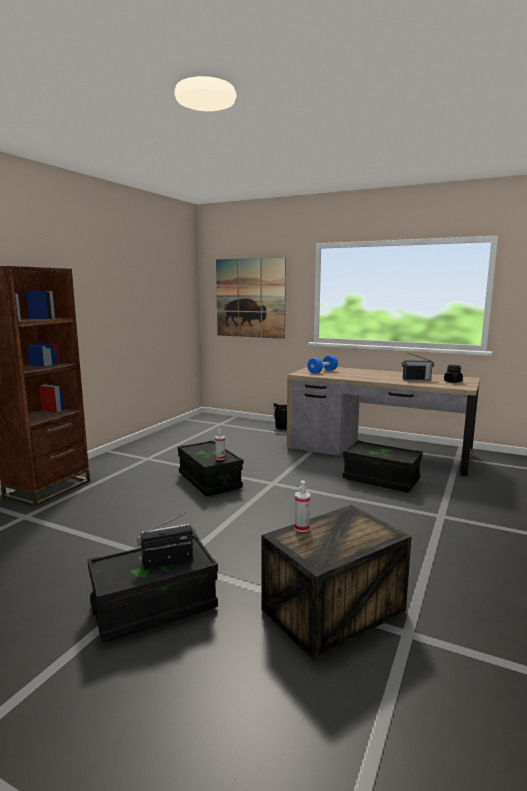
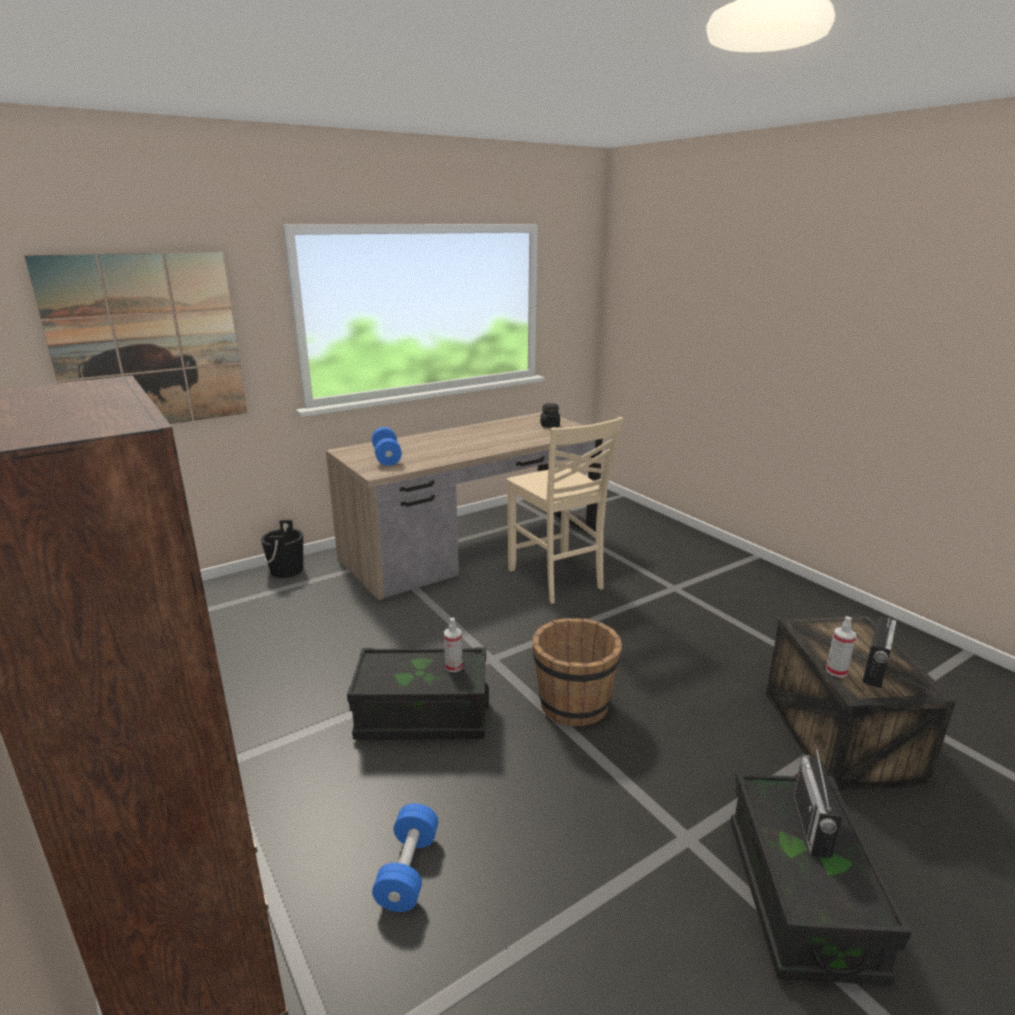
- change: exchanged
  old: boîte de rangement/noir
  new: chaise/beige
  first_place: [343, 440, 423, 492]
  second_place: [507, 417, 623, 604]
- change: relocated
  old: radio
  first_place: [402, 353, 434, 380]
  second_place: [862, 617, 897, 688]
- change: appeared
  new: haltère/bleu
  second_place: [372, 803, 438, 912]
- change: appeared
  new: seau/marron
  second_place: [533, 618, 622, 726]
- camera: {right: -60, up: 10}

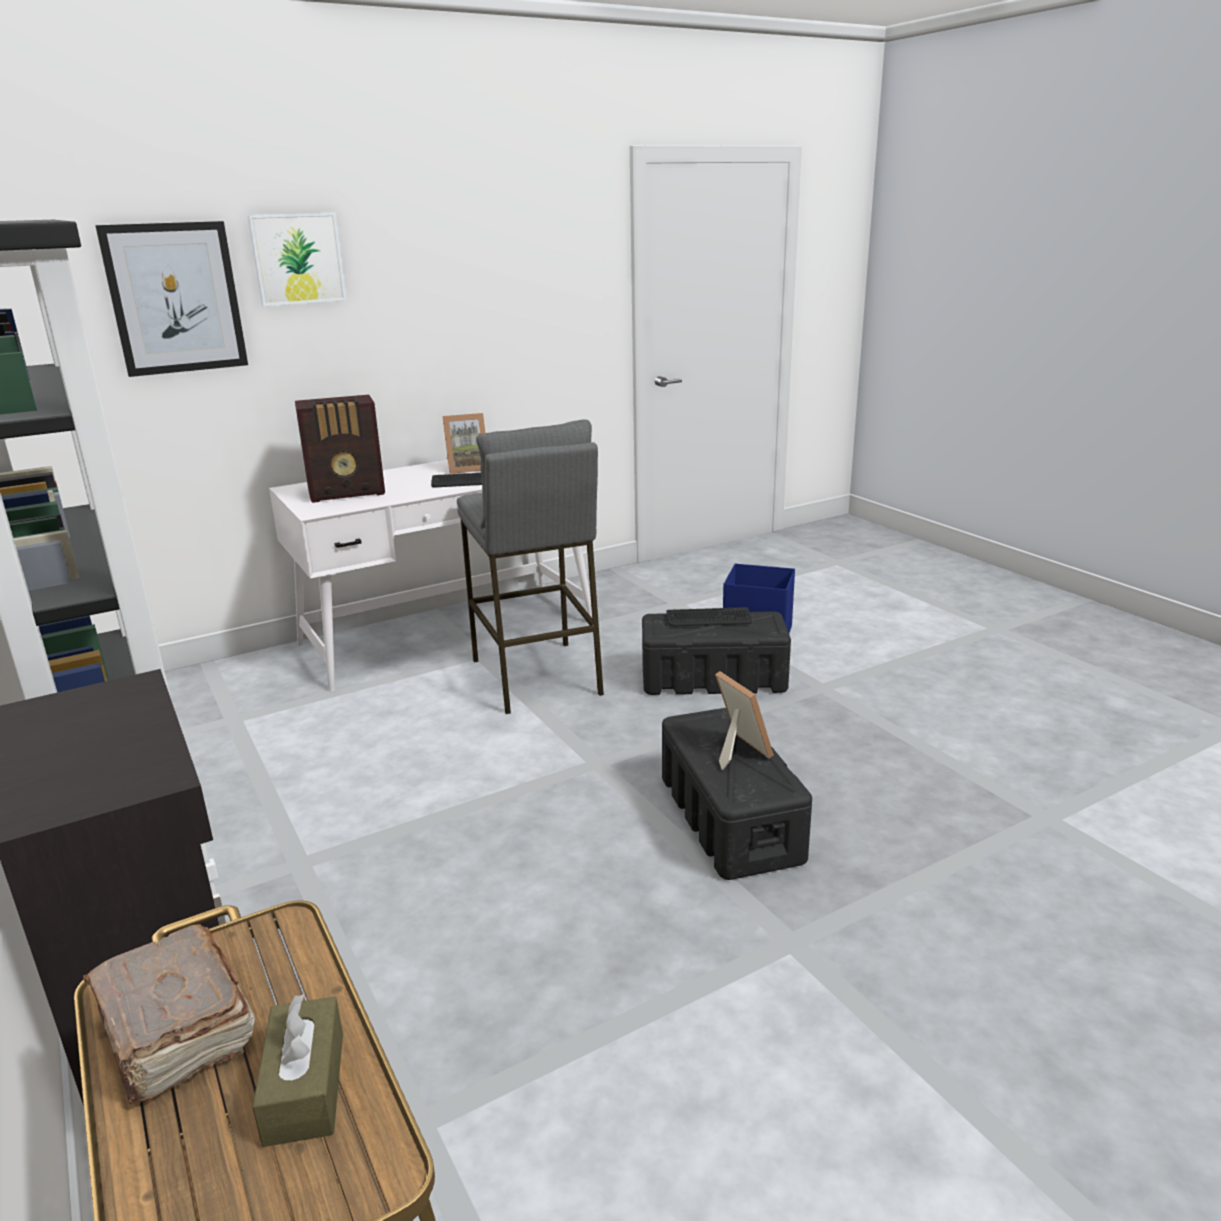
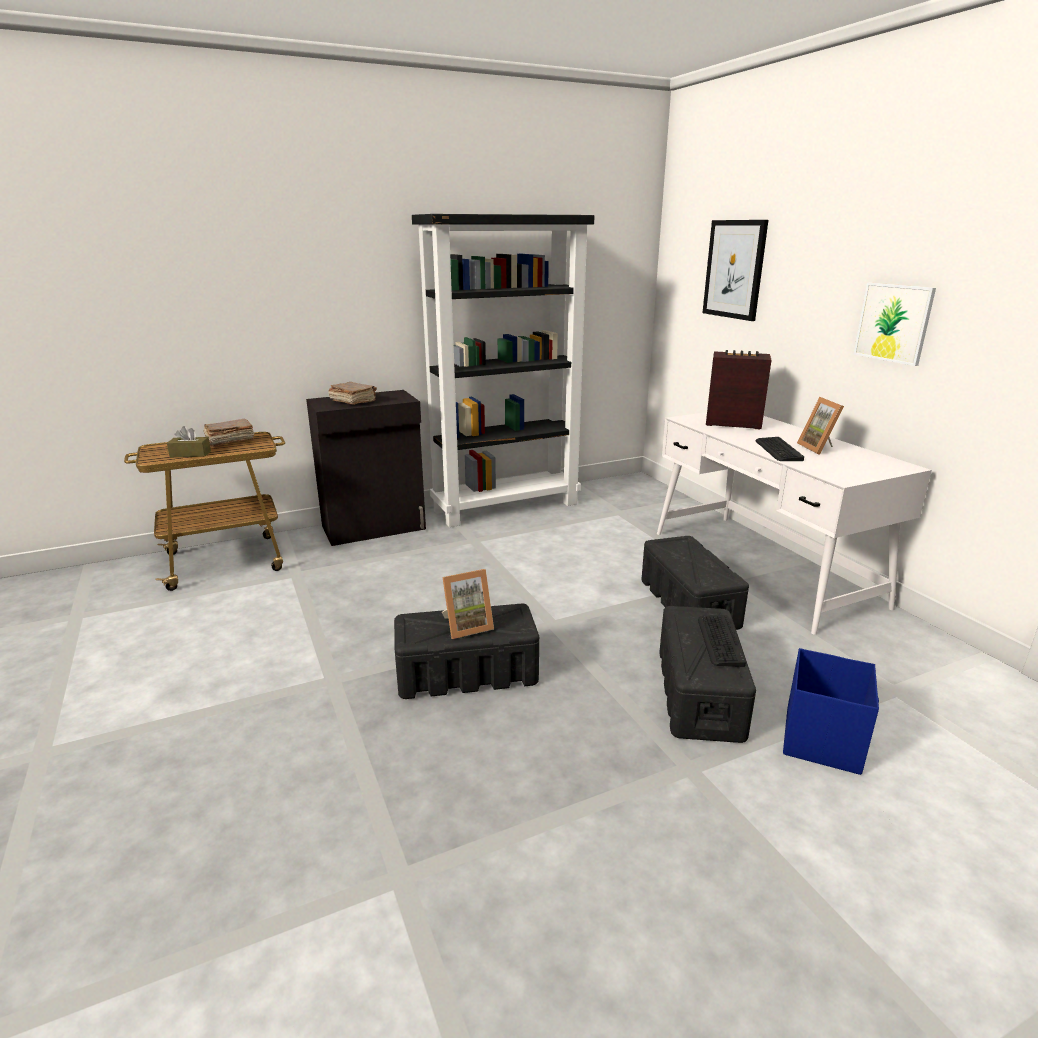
- change: relocated
  old: tableau
  first_place: [248, 213, 347, 306]
  second_place: [854, 283, 936, 366]
- change: spun
  old: radio
  first_place: [295, 395, 385, 503]
  second_place: [706, 350, 772, 429]
  degrees: 120
- change: exchanged
  old: tabouret/gris
  new: boîte de rangement/noir
  first_place: [457, 419, 604, 714]
  second_place: [641, 536, 749, 630]
- change: appeared
  new: livre/marron
  second_place: [328, 382, 377, 405]
- camera: {right: 95, up: 0}

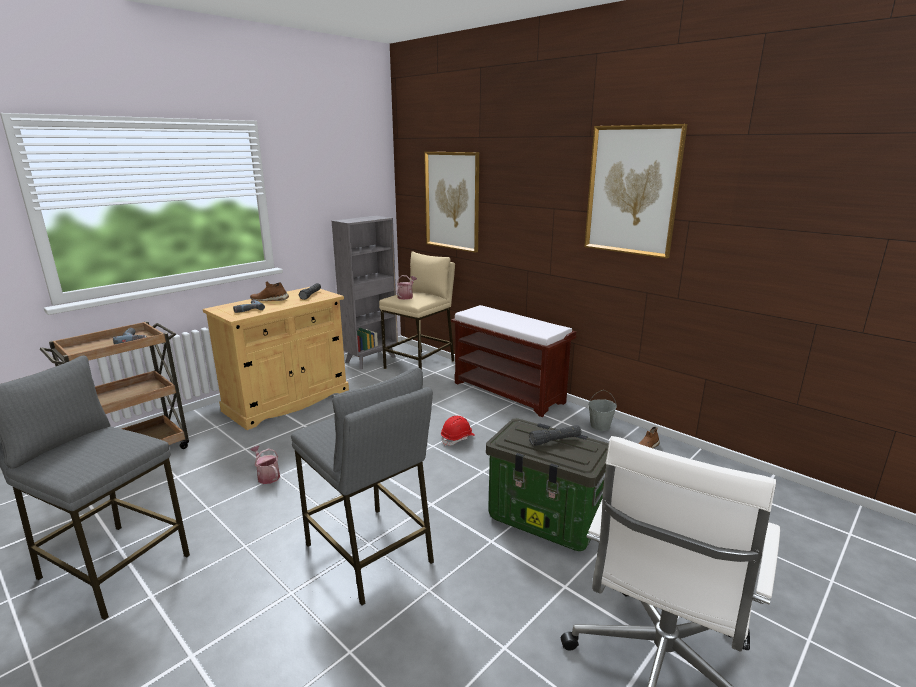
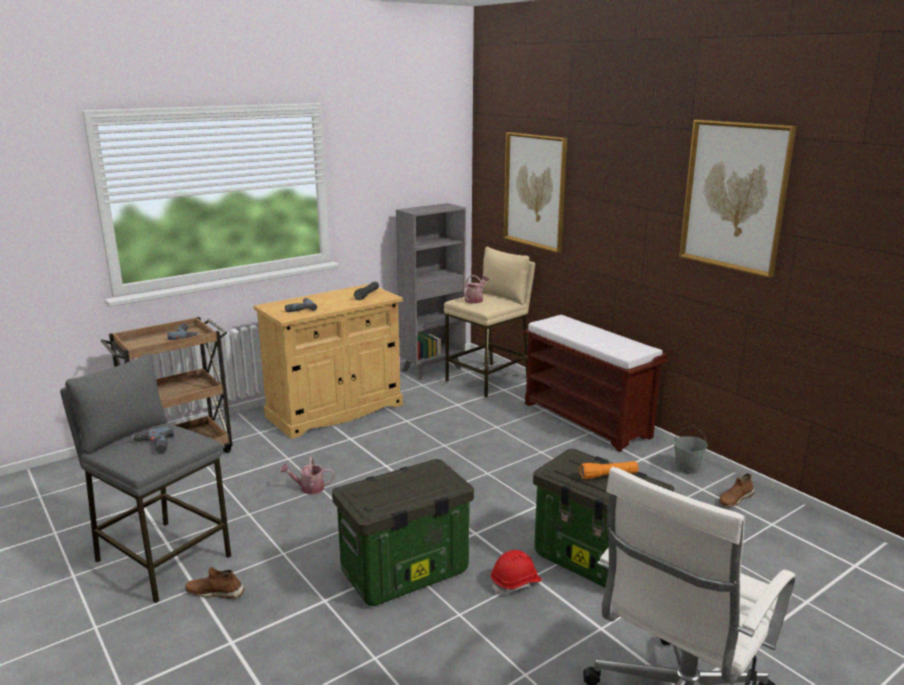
- change: relocated
  old: chaussure/marron
  first_place: [250, 282, 289, 301]
  second_place: [185, 567, 245, 599]
- change: spun
  old: arrosoir
  first_place: [250, 445, 280, 484]
  second_place: [280, 457, 334, 494]
  degrees: -60
- change: exchanged
  old: tabouret/gris
  new: boîte de rangement
  first_place: [291, 368, 434, 605]
  second_place: [332, 459, 474, 606]
- change: relocated
  old: casque de chantier/rouge
  first_place: [441, 416, 475, 446]
  second_place: [491, 550, 542, 595]
- change: colour
  old: lampe de poche/noir
  new: lampe de poche/orange
  first_place: [529, 425, 581, 446]
  second_place: [579, 461, 638, 479]
- change: appeared
  new: perceuse
  second_place: [132, 426, 174, 454]
- camera: {right: 10, up: 0}

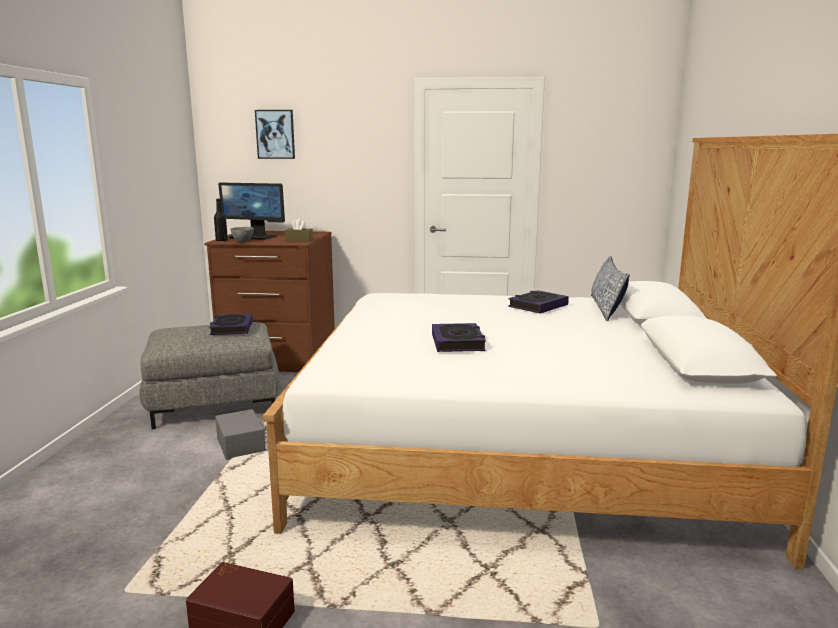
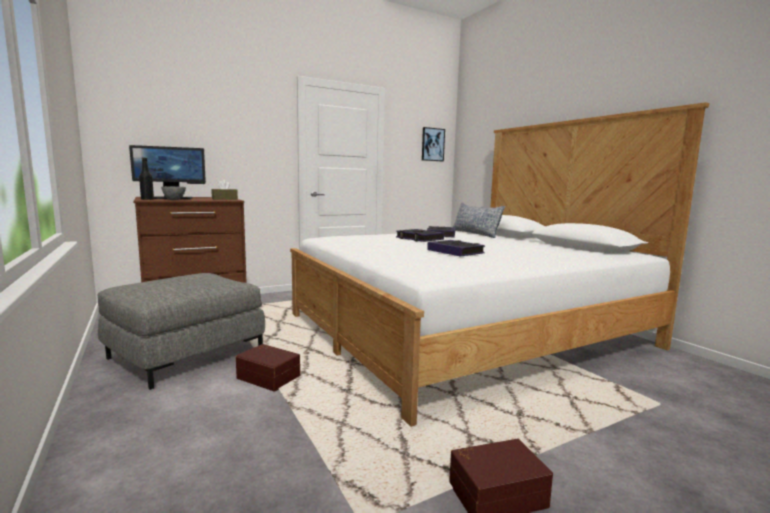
- change: relocated
  old: livre
  first_place: [209, 314, 253, 335]
  second_place: [396, 229, 444, 242]
- change: colour
  old: boîte de rangement/gris
  new: boîte de rangement/marron
  first_place: [215, 409, 266, 460]
  second_place: [236, 344, 300, 391]
- change: relocated
  old: tableau
  first_place: [255, 110, 295, 159]
  second_place: [422, 127, 445, 161]
- camera: {right: -35, up: -5}

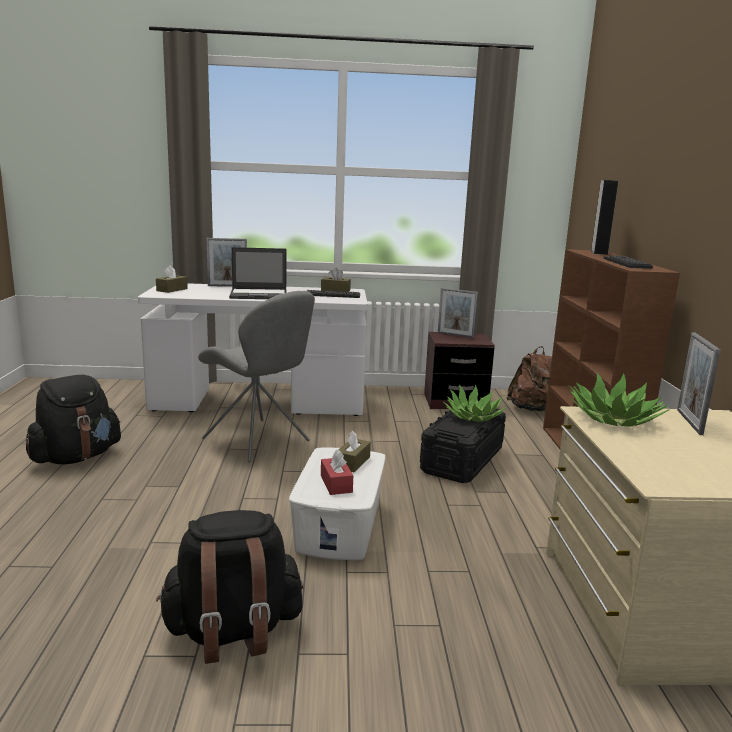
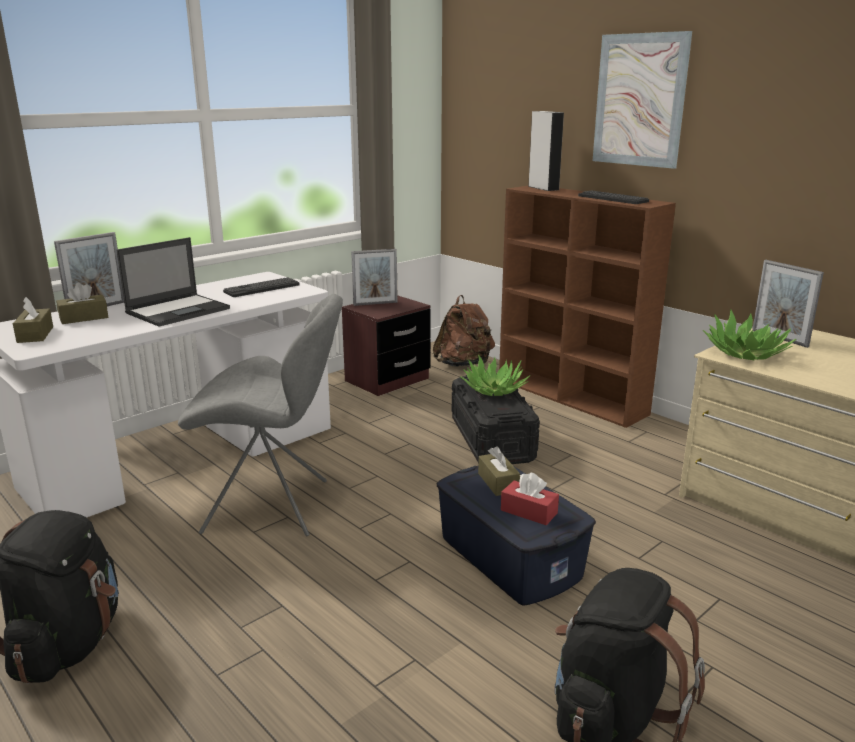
- change: colour
  old: boîte de rangement/blanc
  new: boîte de rangement/bleu
  first_place: [289, 448, 385, 560]
  second_place: [437, 466, 596, 605]
- change: relocated
  old: boîte à mouchoirs/marron
  first_place: [321, 268, 351, 292]
  second_place: [56, 283, 108, 324]
- change: appeared
  new: tableau
  second_place: [593, 31, 692, 169]
- camera: {right: -40, up: 5}

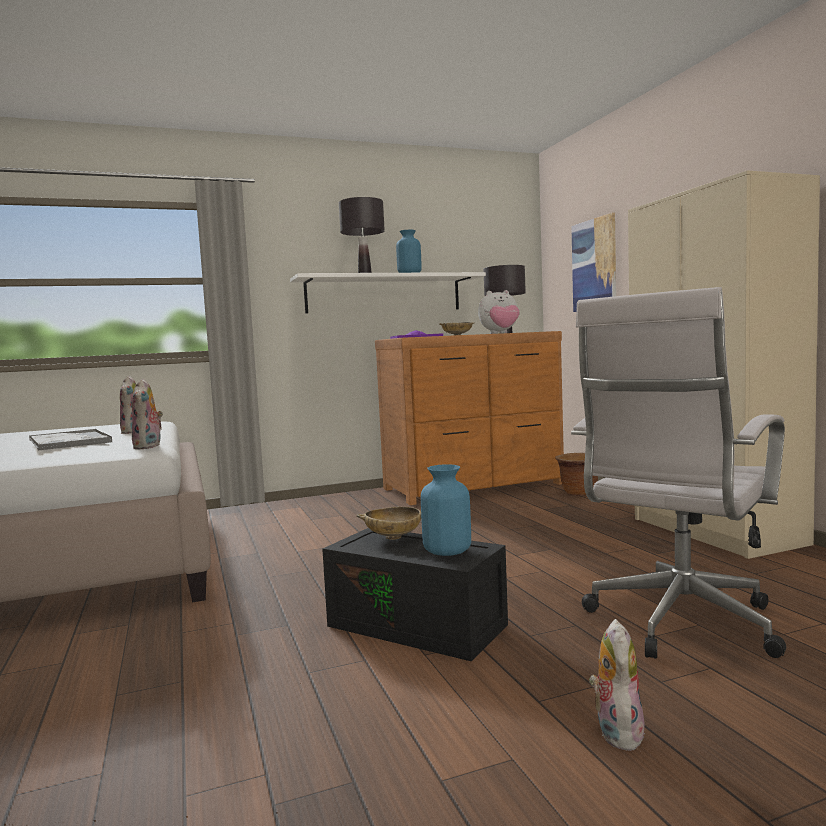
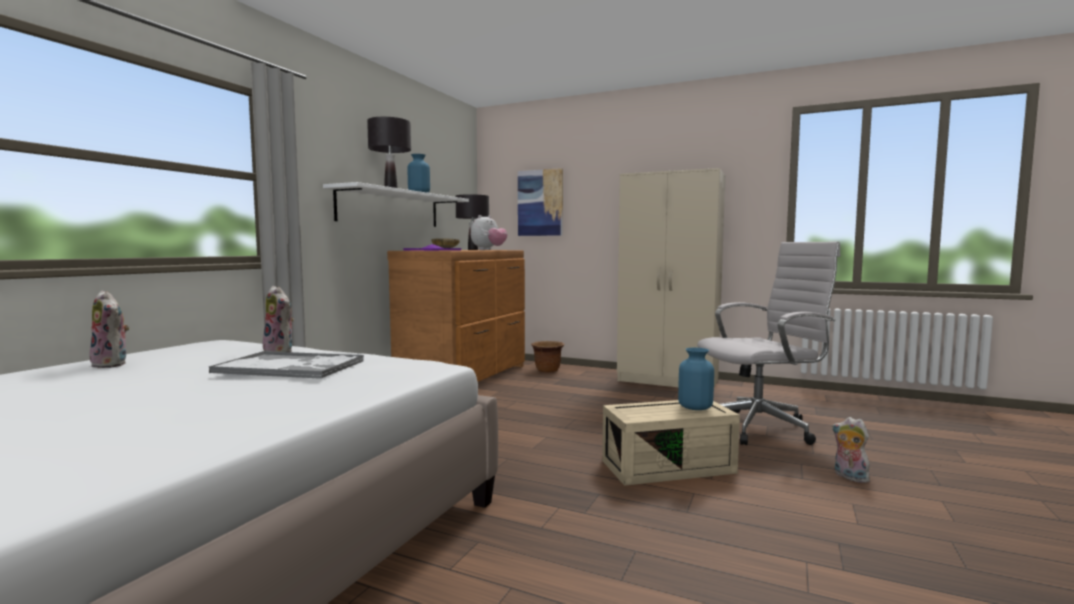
- change: relocated
  old: peluche
  first_place: [132, 379, 163, 449]
  second_place: [89, 290, 130, 368]
- change: colour
  old: boîte de rangement/noir
  new: boîte de rangement/beige
  first_place: [322, 528, 508, 661]
  second_place: [602, 400, 740, 486]
- change: missing
  old: bol/beige
  first_place: [356, 507, 421, 540]
- change: spun
  old: chaise de bureau/blanc
  first_place: [571, 287, 786, 659]
  second_place: [697, 242, 840, 445]
  degrees: -105
- camera: {right: -45, up: 0}

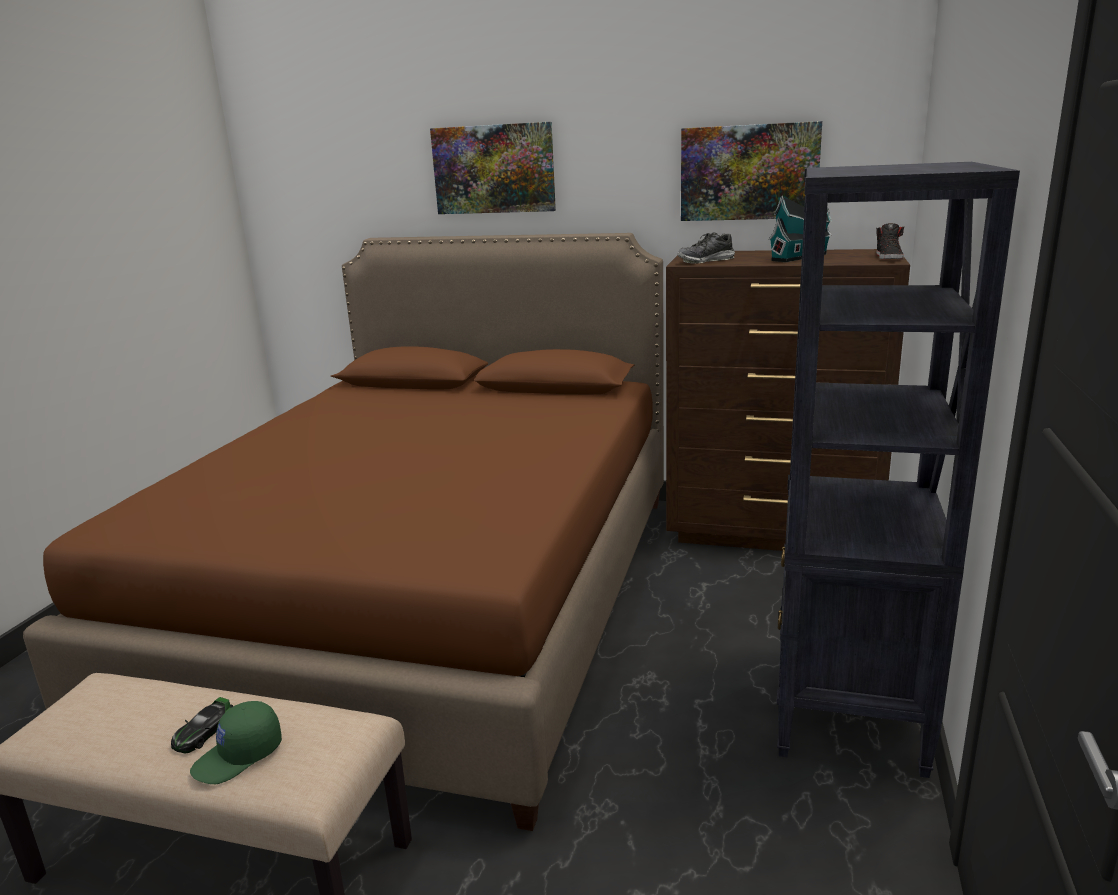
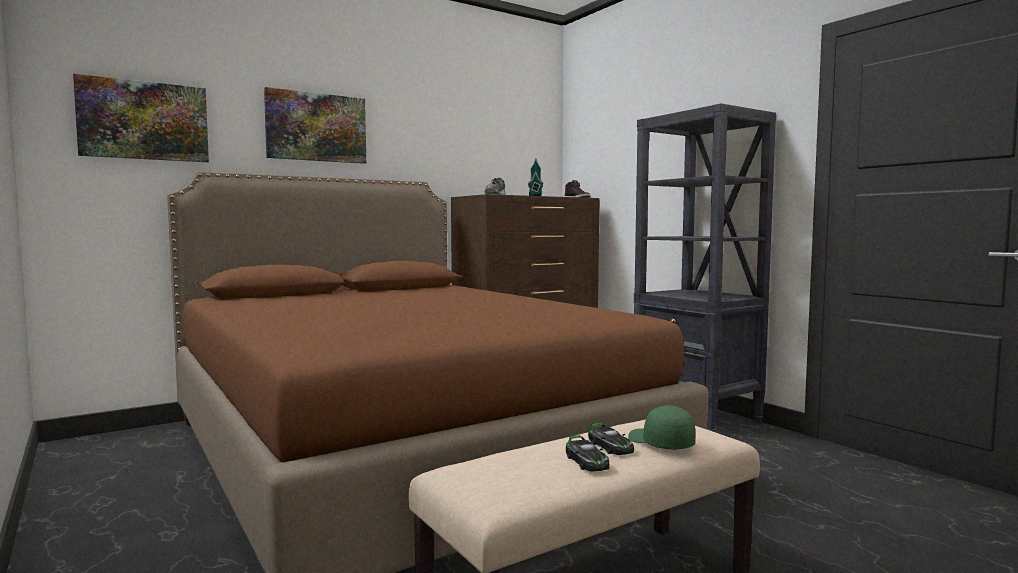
- change: spun
  old: casquette/vert
  first_place: [190, 701, 282, 784]
  second_place: [628, 405, 696, 450]
  degrees: 150
- change: relocated
  old: tableau
  first_place: [681, 121, 822, 221]
  second_place: [73, 74, 209, 162]
- change: appeared
  new: petite voiture
  second_place: [566, 435, 610, 472]
- camera: {right: -50, up: -15}

